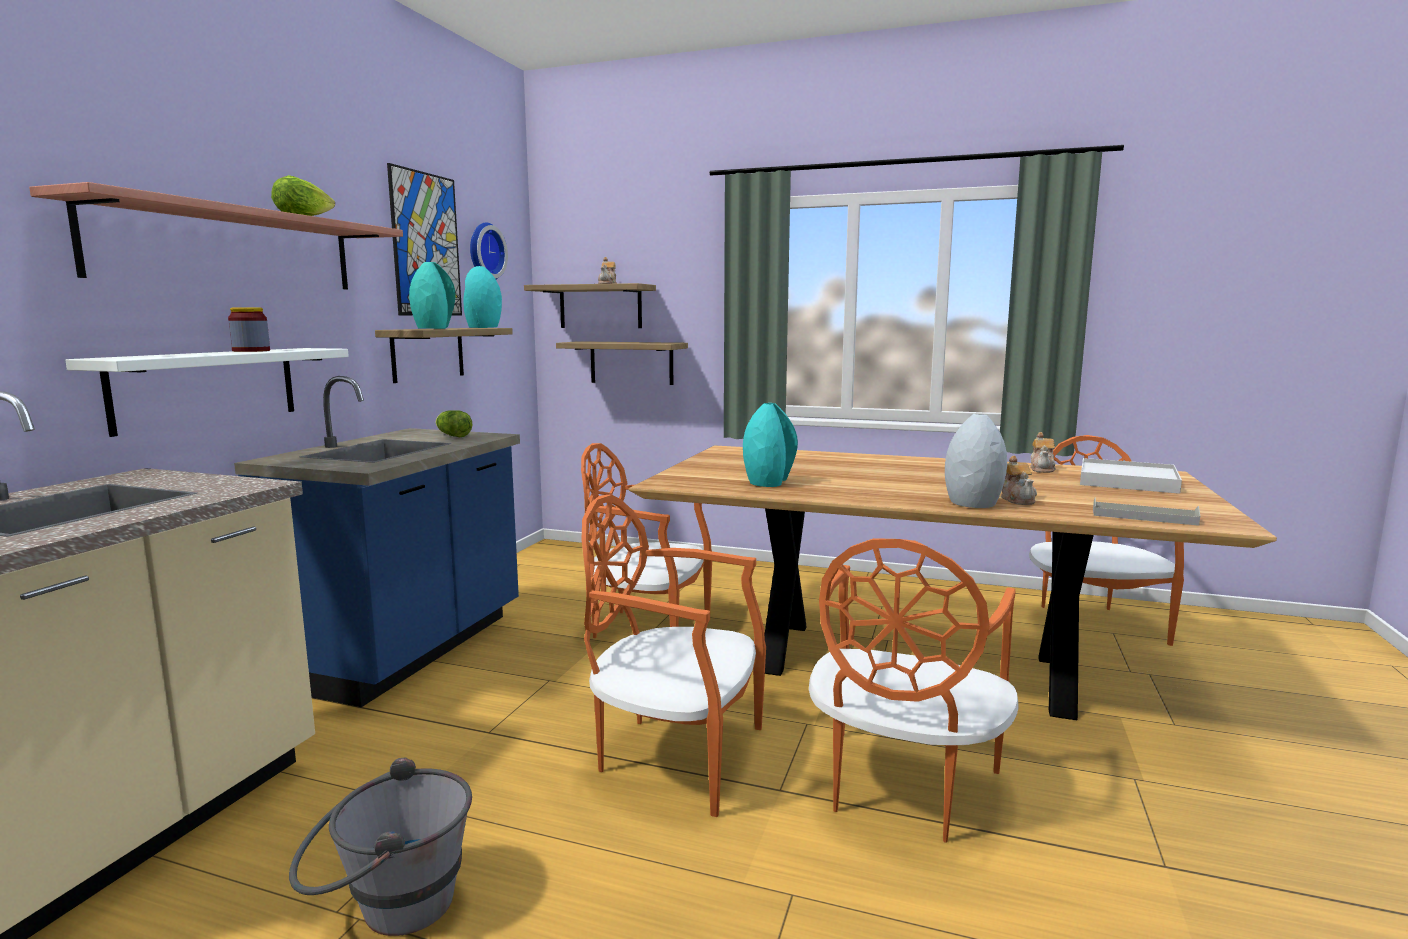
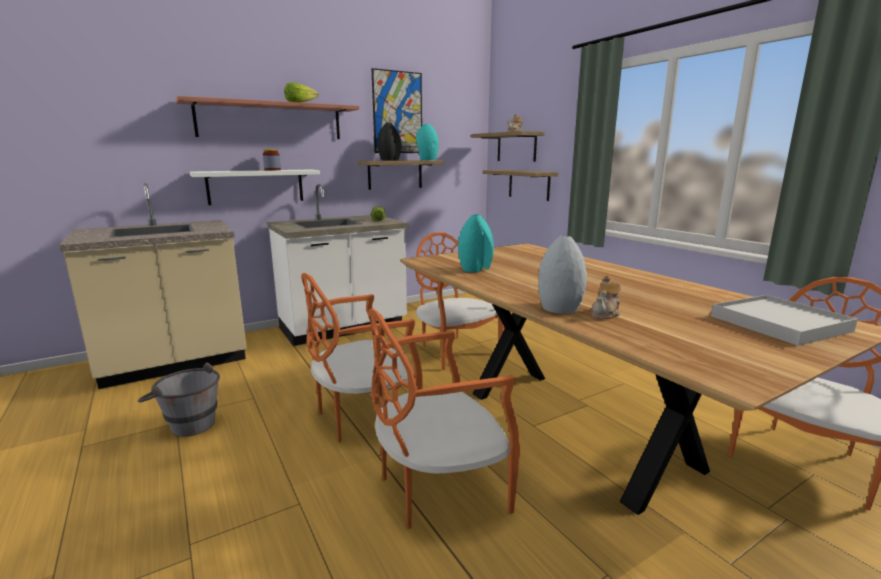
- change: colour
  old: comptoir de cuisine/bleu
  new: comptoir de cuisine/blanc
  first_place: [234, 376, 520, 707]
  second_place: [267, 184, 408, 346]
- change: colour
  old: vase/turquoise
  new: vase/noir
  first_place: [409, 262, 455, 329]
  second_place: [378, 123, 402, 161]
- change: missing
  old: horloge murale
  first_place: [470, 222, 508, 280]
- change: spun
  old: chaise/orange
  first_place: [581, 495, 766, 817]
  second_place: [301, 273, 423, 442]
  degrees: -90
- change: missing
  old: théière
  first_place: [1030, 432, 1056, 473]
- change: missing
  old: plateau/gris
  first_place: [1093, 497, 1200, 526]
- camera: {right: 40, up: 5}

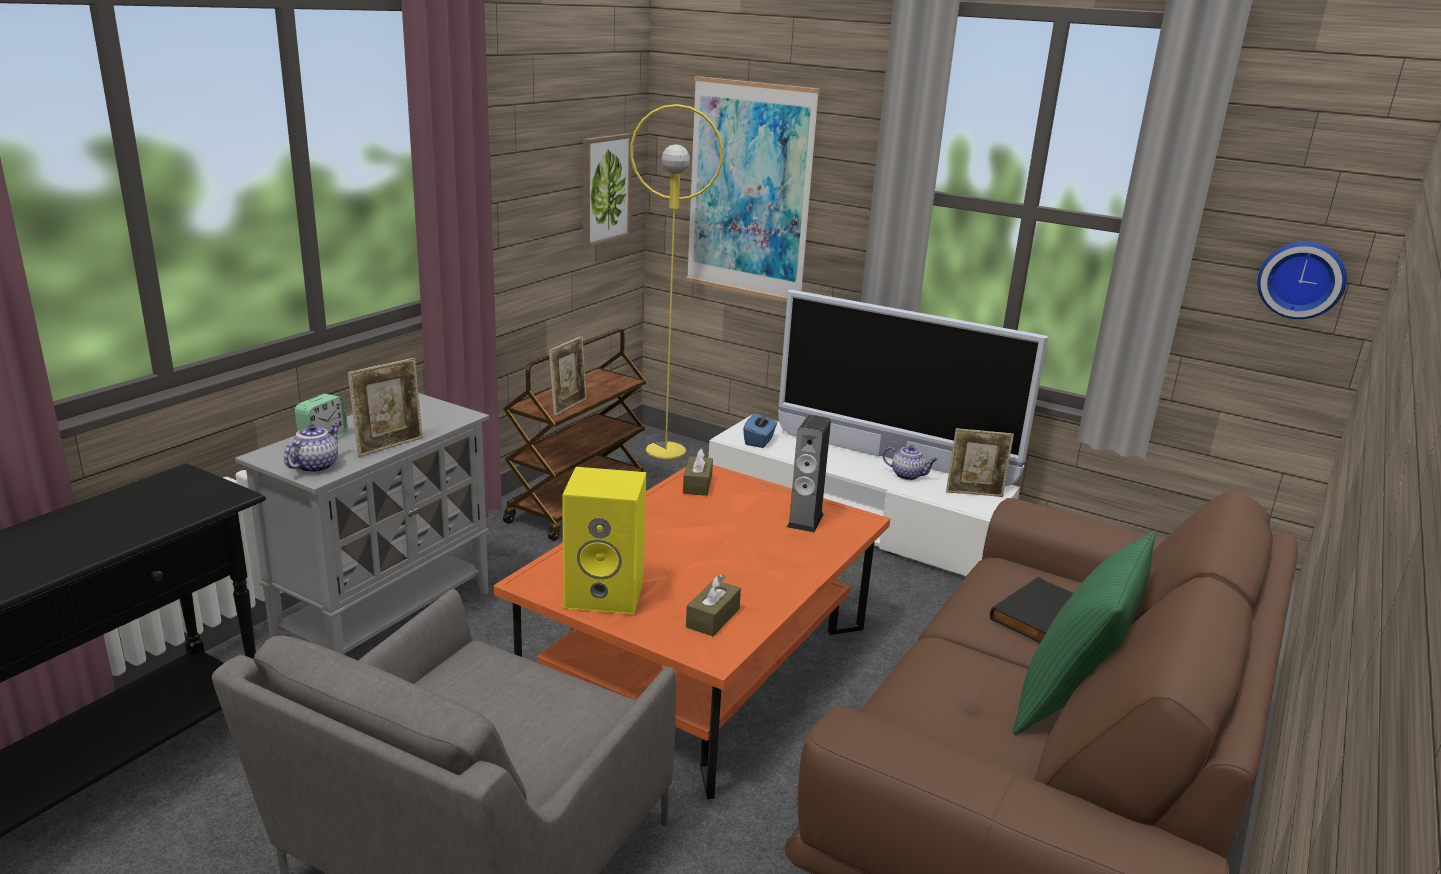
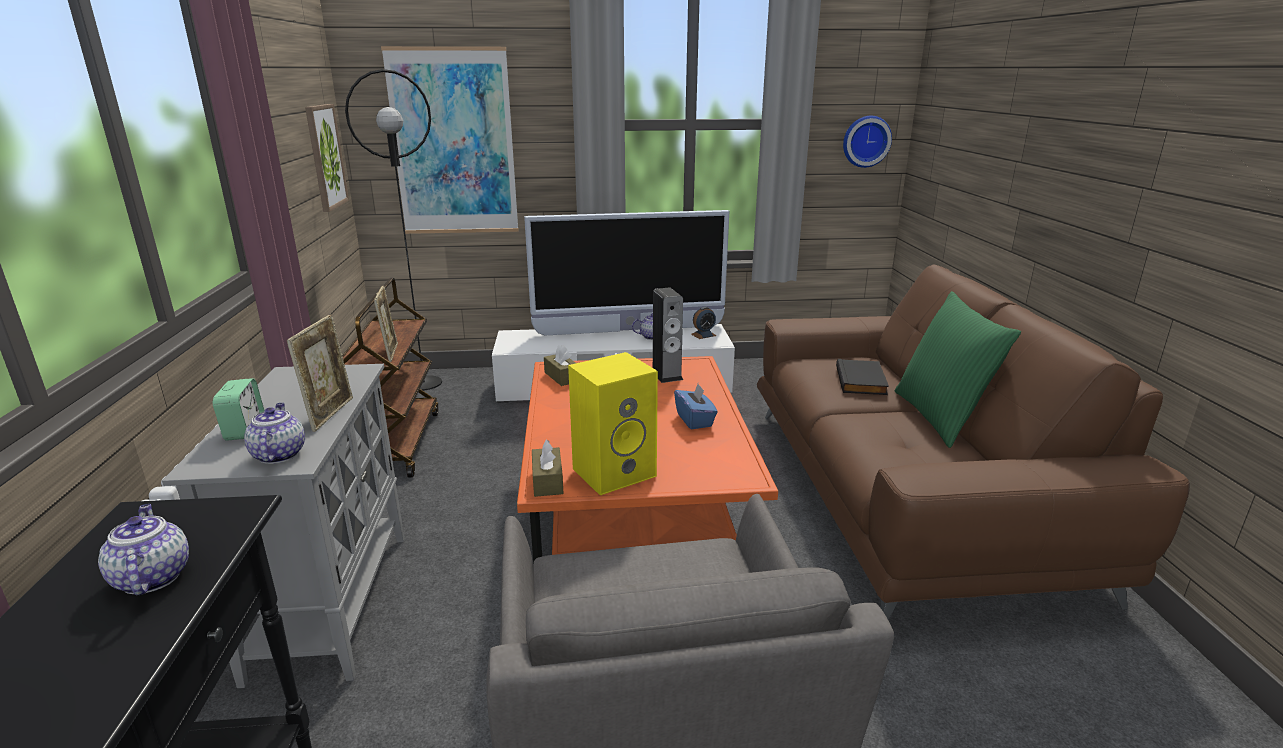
- change: colour
  old: lampadaire/jaune
  new: lampadaire/noir
  first_place: [630, 104, 723, 459]
  second_place: [345, 69, 442, 391]
- change: relocated
  old: boîte à mouchoirs/marron
  first_place: [686, 574, 741, 636]
  second_place: [532, 440, 564, 497]
- change: relocated
  old: boîte à mouchoirs/bleu
  first_place: [743, 411, 777, 448]
  second_place: [674, 384, 718, 430]
- change: exchanged
  old: cadre photo
  new: réveil
  first_place: [946, 428, 1014, 497]
  second_place: [691, 307, 717, 339]
- change: appeared
  new: théière
  second_place: [98, 504, 189, 595]
- camera: {right: -35, up: 0}

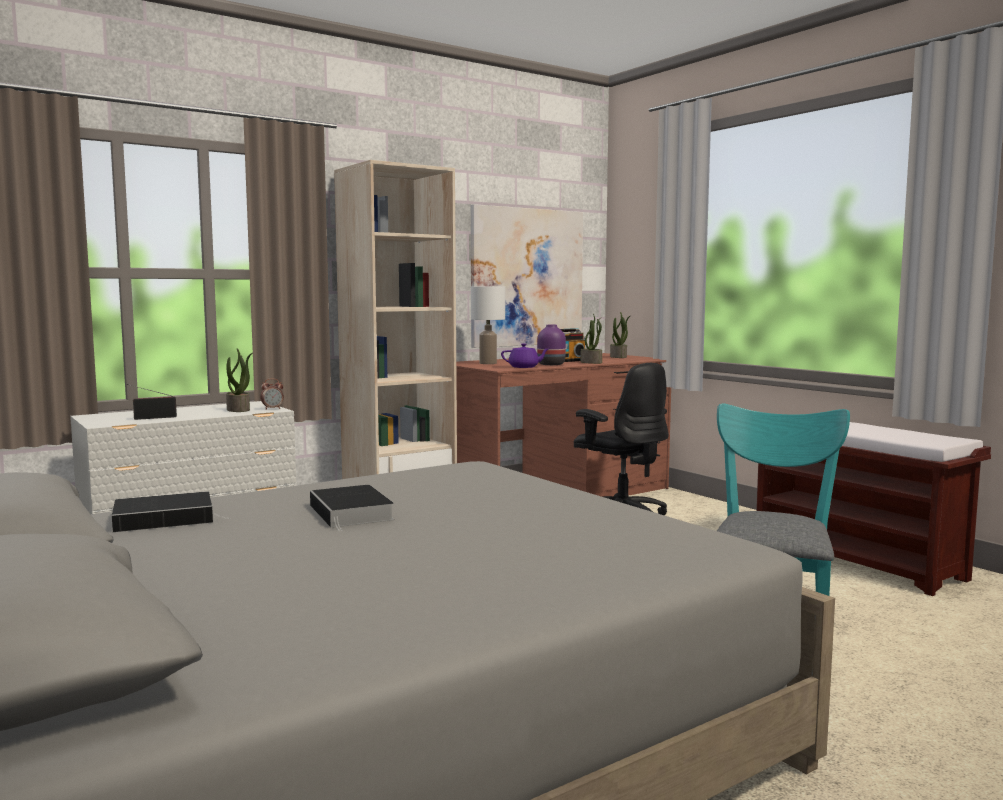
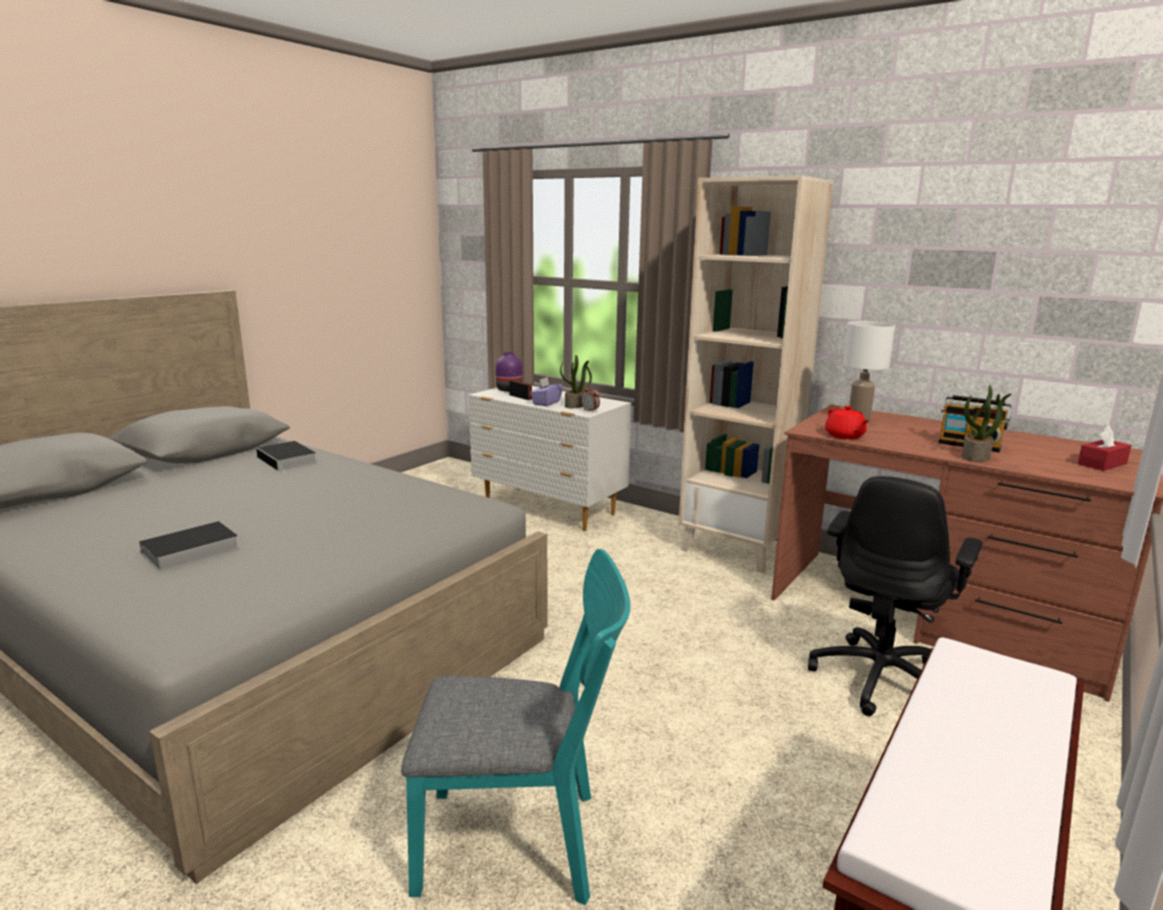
- change: relocated
  old: livre
  first_place: [310, 485, 394, 531]
  second_place: [126, 521, 239, 571]
- change: missing
  old: tableau
  first_place: [471, 204, 583, 348]
- change: colour
  old: théière/violet
  new: théière/rouge
  first_place: [501, 344, 549, 368]
  second_place: [825, 406, 869, 439]
- change: relocated
  old: vase/violet
  first_place: [537, 325, 566, 365]
  second_place: [496, 352, 523, 392]
- change: exchanged
  old: plante en pot
  new: boîte à mouchoirs/rouge
  first_place: [610, 312, 631, 358]
  second_place: [1078, 425, 1132, 471]
- change: appeared
  new: boîte à mouchoirs/violet
  second_place: [530, 377, 563, 406]
- camera: {right: 70, up: 10}

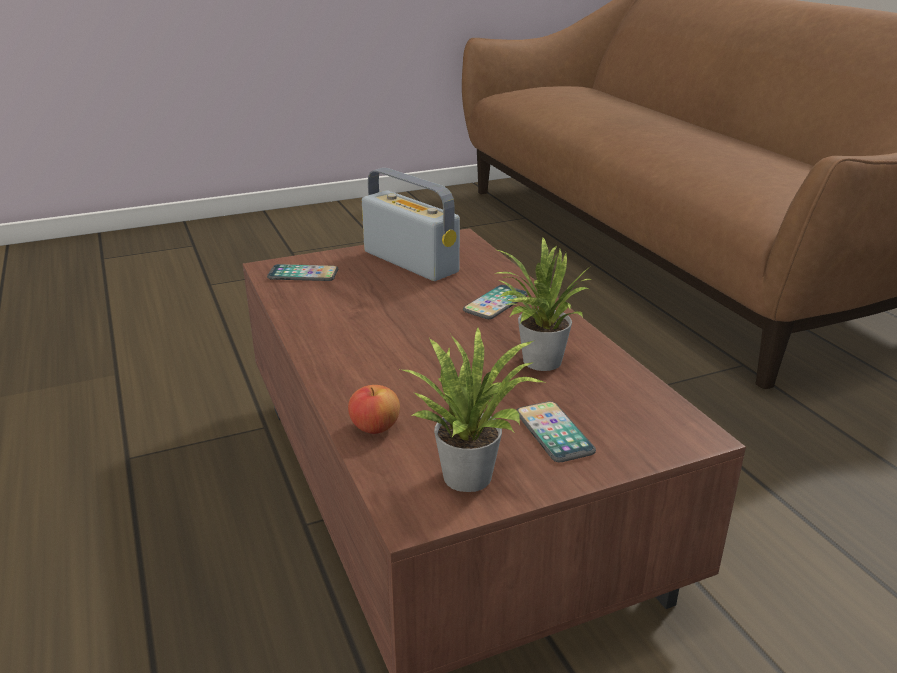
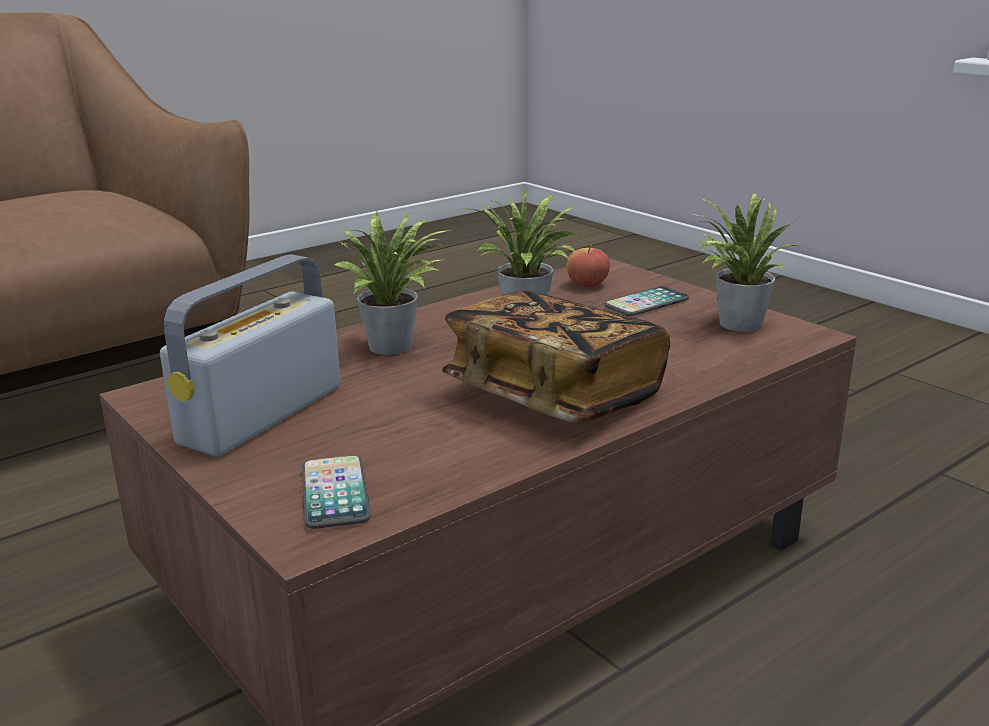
- change: relocated
  old: pomme
  first_place: [348, 385, 400, 434]
  second_place: [566, 243, 610, 287]
- change: exchanged
  old: téléphone
  new: plante en pot
  first_place: [463, 285, 528, 319]
  second_place: [334, 211, 451, 355]
- change: appeared
  new: livre
  second_place: [442, 291, 670, 424]
- camera: {right: -105, up: -5}

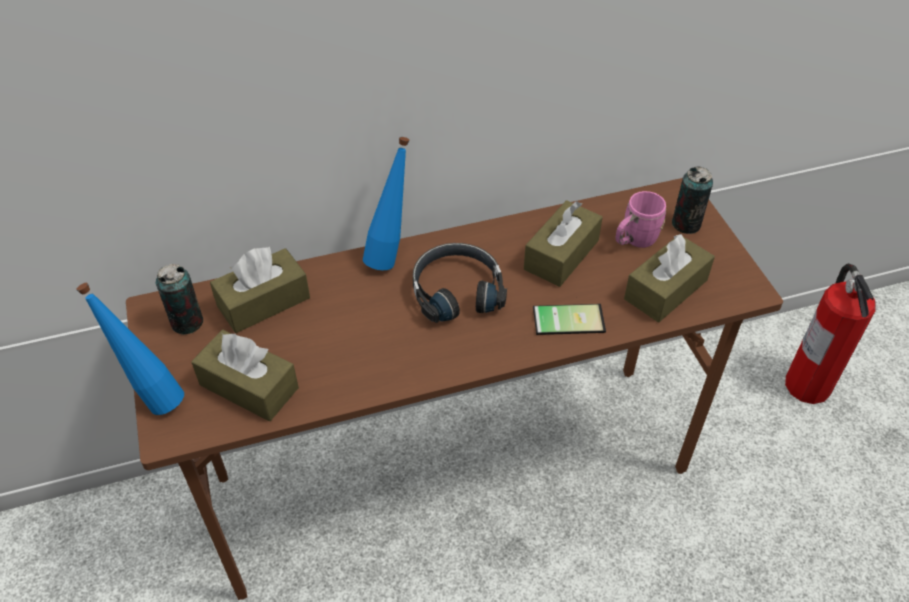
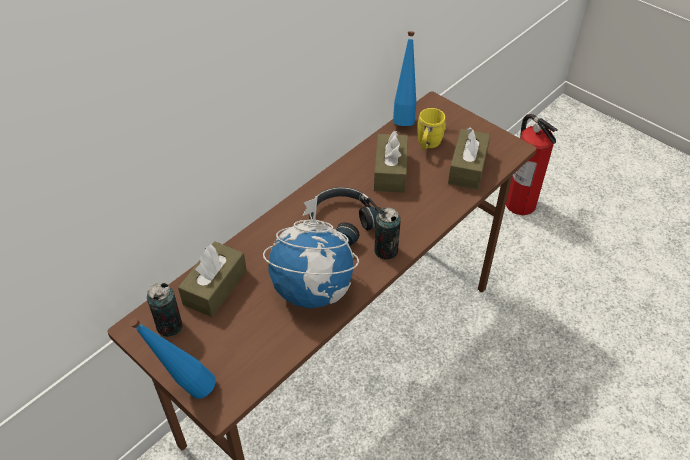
- change: missing
  old: boîte à mouchoirs/marron
  first_place: [191, 330, 299, 421]
- change: relocated
  old: bouteille/bleu
  first_place: [363, 137, 409, 270]
  second_place: [393, 31, 416, 126]
- change: missing
  old: téléphone
  first_place: [533, 297, 606, 335]
- change: colour
  old: mug/rose
  new: mug/jaune
  first_place: [616, 191, 666, 248]
  second_place: [417, 108, 446, 150]
- change: relocated
  old: boîte métallique
  first_place: [672, 166, 713, 234]
  second_place: [374, 207, 401, 260]
- change: appeared
  new: globe
  second_place: [263, 196, 359, 308]
- camera: {right: -30, up: 0}

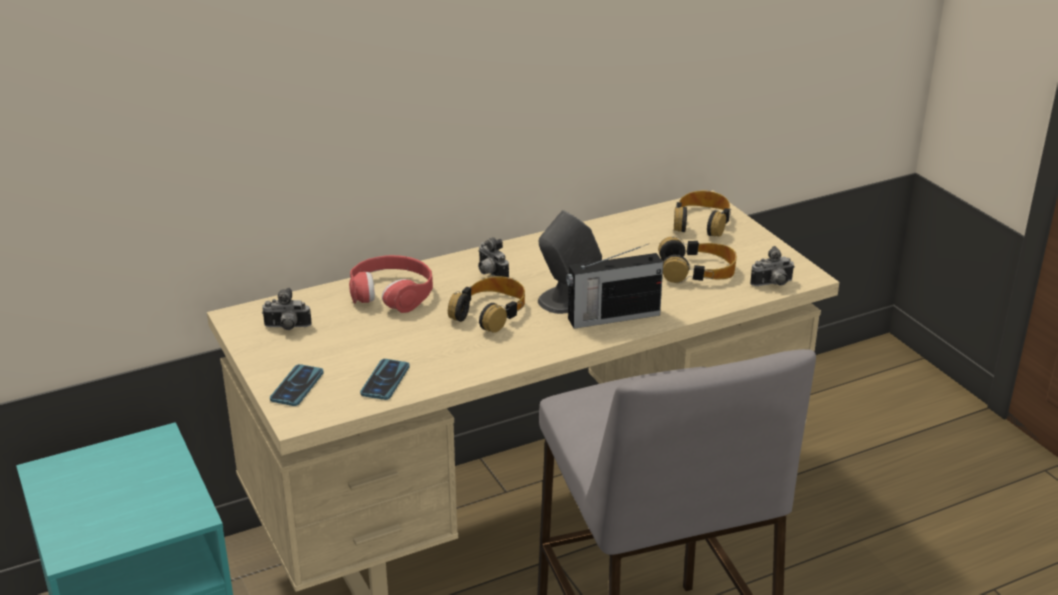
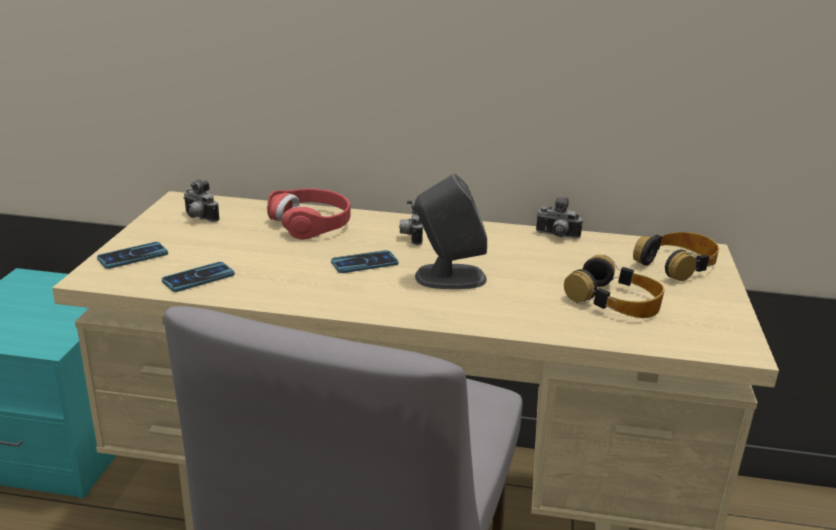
- change: exchanged
  old: casque audio
  new: téléphone
  first_place: [448, 276, 525, 333]
  second_place: [331, 250, 398, 273]
- change: missing
  old: radio
  first_place: [566, 244, 663, 329]
- change: relocated
  old: appareil photo
  first_place: [750, 246, 795, 286]
  second_place: [536, 197, 583, 239]
- camera: {right: 35, up: -5}

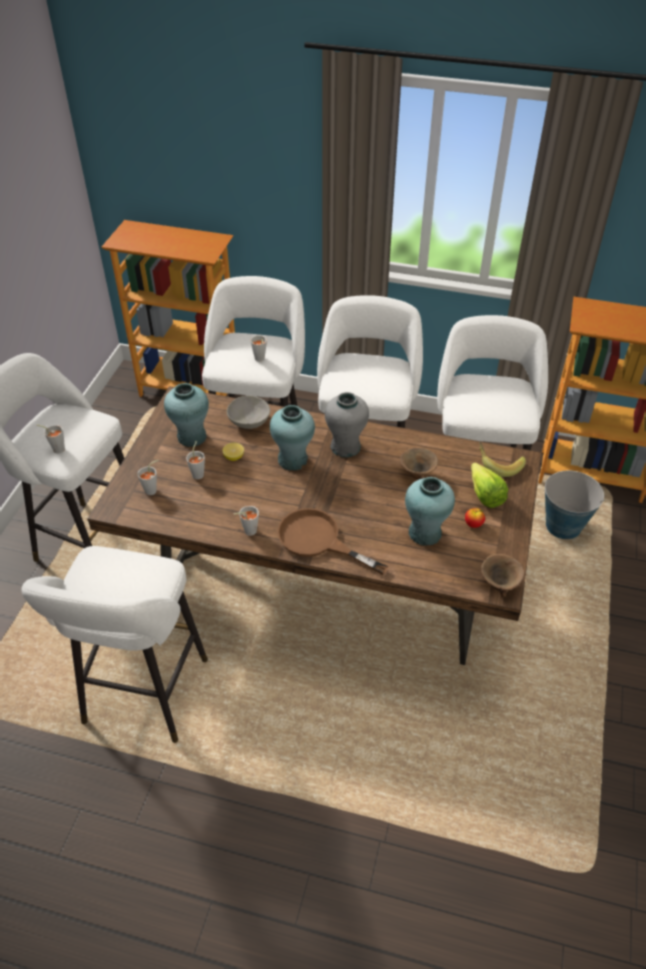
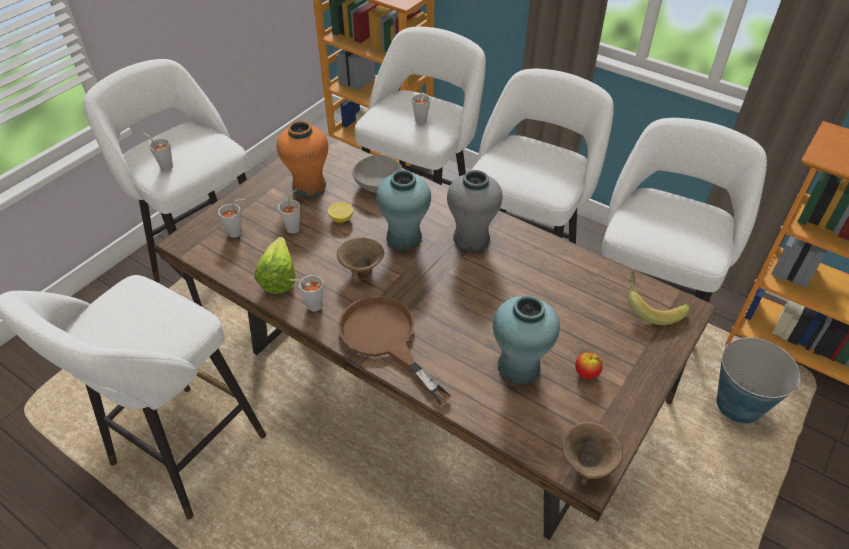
- change: colour
  old: vase/turquoise
  new: vase/orange
  first_place: [164, 383, 209, 447]
  second_place: [277, 121, 328, 197]
- change: relocated
  old: bol/marron
  first_place: [400, 448, 438, 480]
  second_place: [337, 238, 384, 283]
- change: relocated
  old: laitue
  first_place: [471, 462, 508, 508]
  second_place: [255, 237, 296, 294]
- camera: {right: 20, up: 0}

